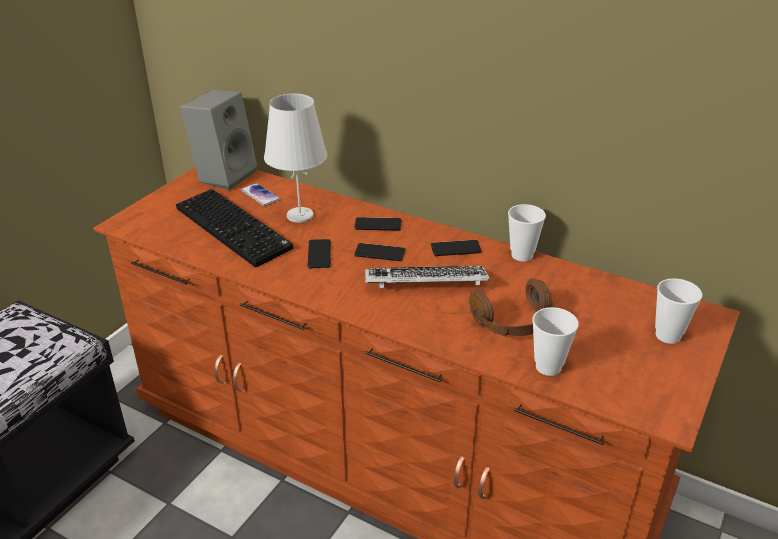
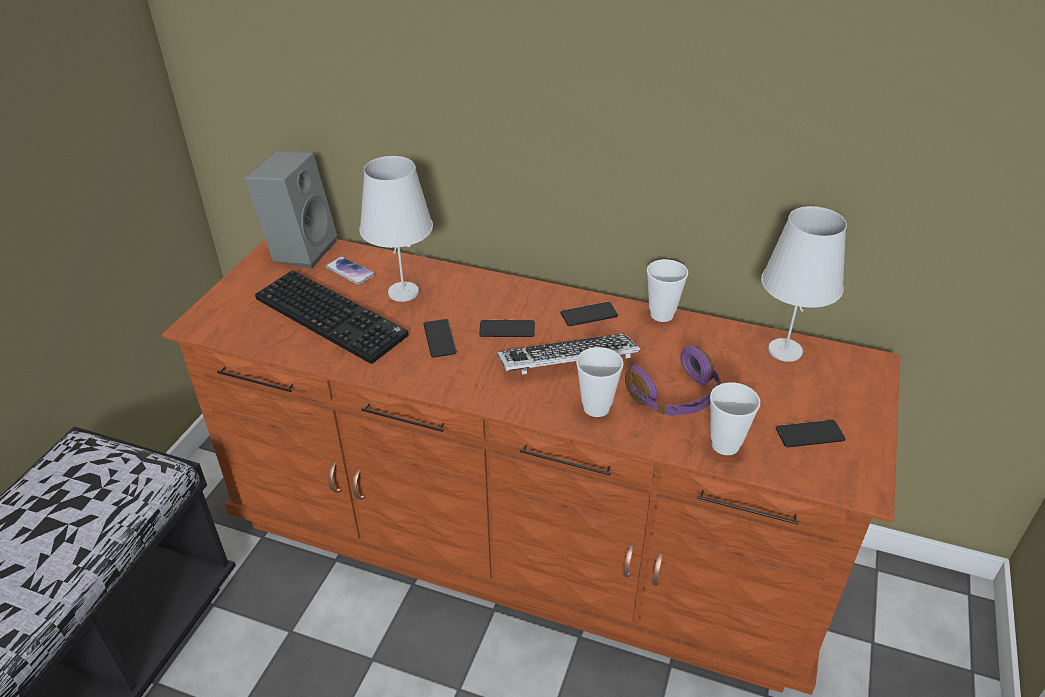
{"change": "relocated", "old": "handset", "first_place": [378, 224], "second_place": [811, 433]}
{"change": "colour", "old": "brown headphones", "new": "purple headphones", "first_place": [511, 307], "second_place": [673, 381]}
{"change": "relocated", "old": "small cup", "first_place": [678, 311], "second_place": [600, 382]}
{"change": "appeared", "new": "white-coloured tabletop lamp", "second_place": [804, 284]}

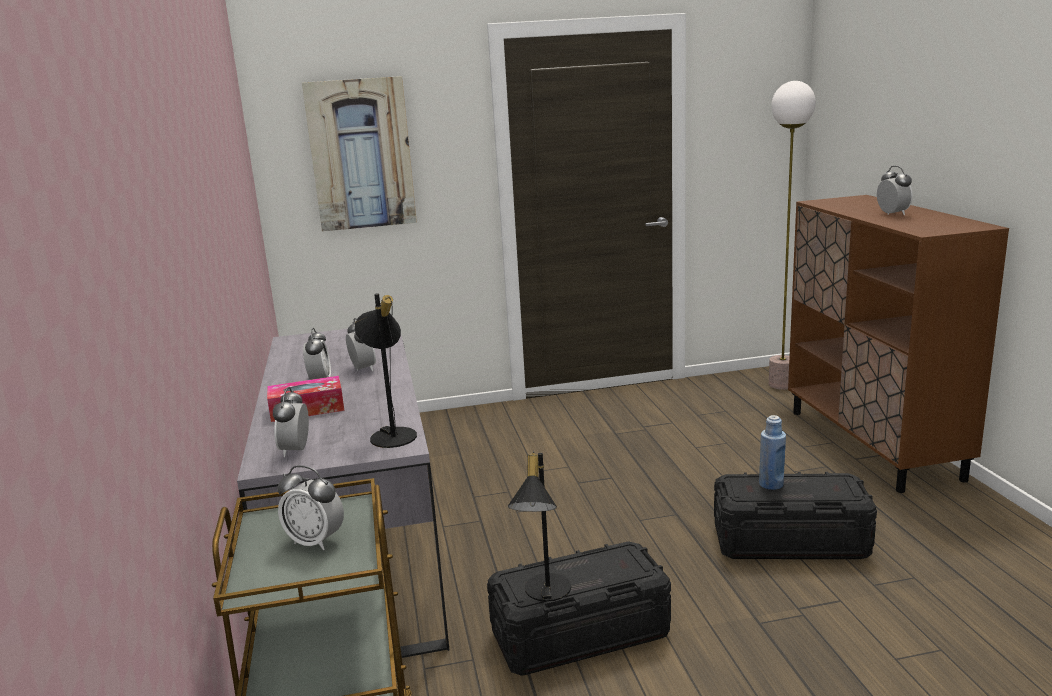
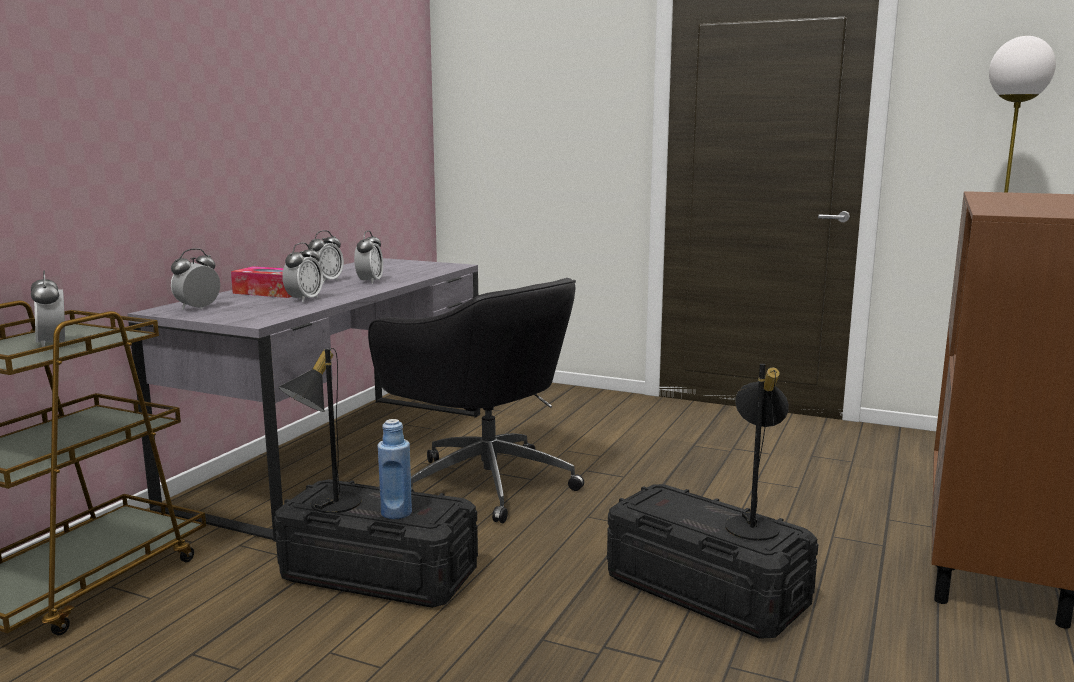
{"change": "missing", "old": "wall art", "first_place": [359, 154]}
{"change": "relocated", "old": "table clock", "first_place": [895, 190], "second_place": [302, 272]}
{"change": "relocated", "old": "black-coloured tabletop lamp", "first_place": [385, 370], "second_place": [757, 452]}
{"change": "relocated", "old": "blue-coloured drink bottle", "first_place": [772, 452], "second_place": [394, 469]}
{"change": "appeared", "new": "black-coloured office chair", "second_place": [476, 400]}

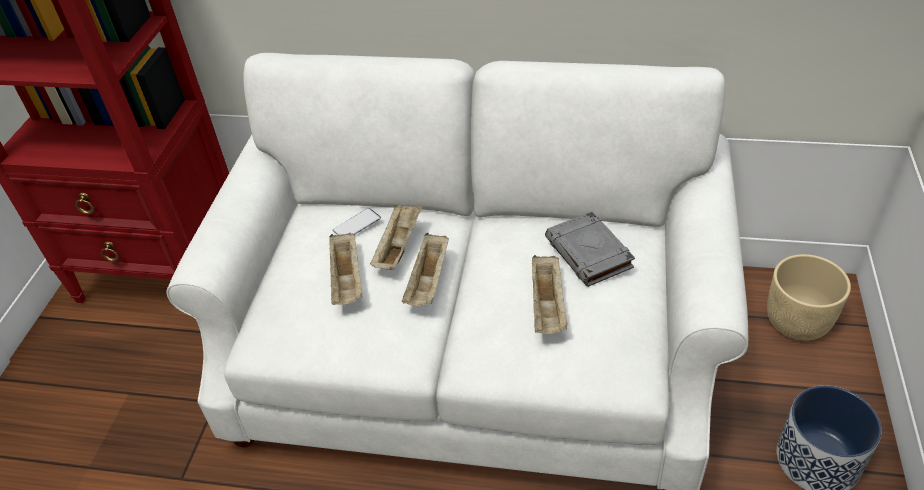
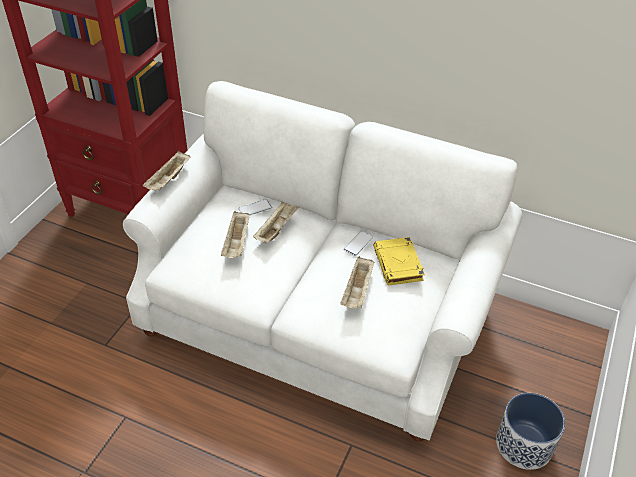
{"change": "colour", "old": "grey bound book", "new": "yellow bound book", "first_place": [590, 249], "second_place": [399, 261]}
{"change": "relocated", "old": "beige tray", "first_place": [425, 269], "second_place": [166, 171]}
{"change": "missing", "old": "beige planter", "first_place": [809, 297]}
{"change": "appeared", "new": "handset", "second_place": [358, 243]}

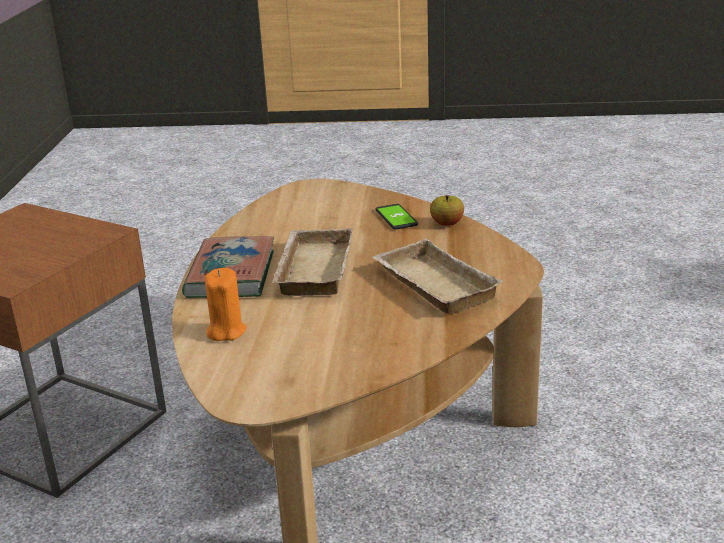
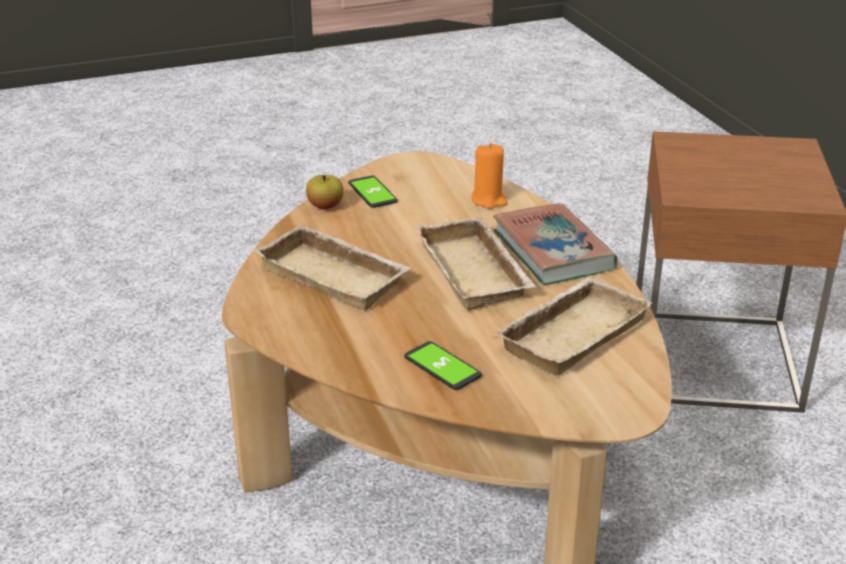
{"change": "relocated", "old": "whole apple", "first_place": [447, 210], "second_place": [325, 192]}
{"change": "appeared", "new": "handset", "second_place": [373, 192]}
{"change": "appeared", "new": "beige tray", "second_place": [573, 326]}

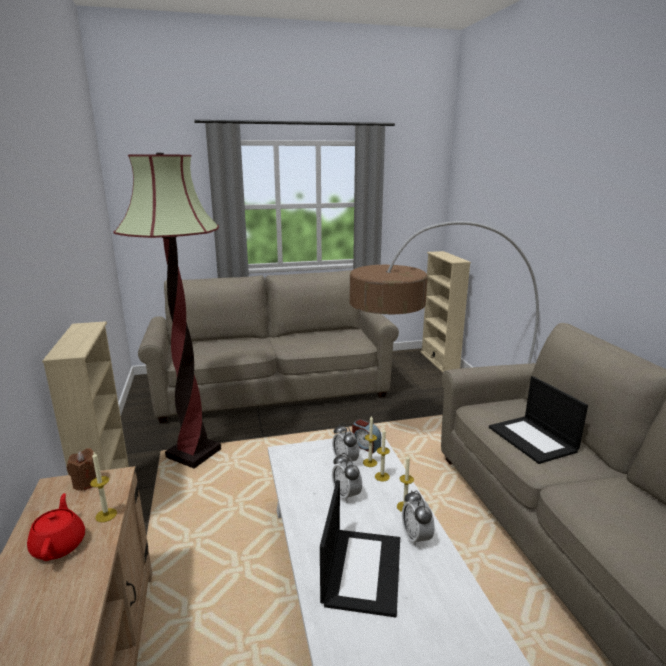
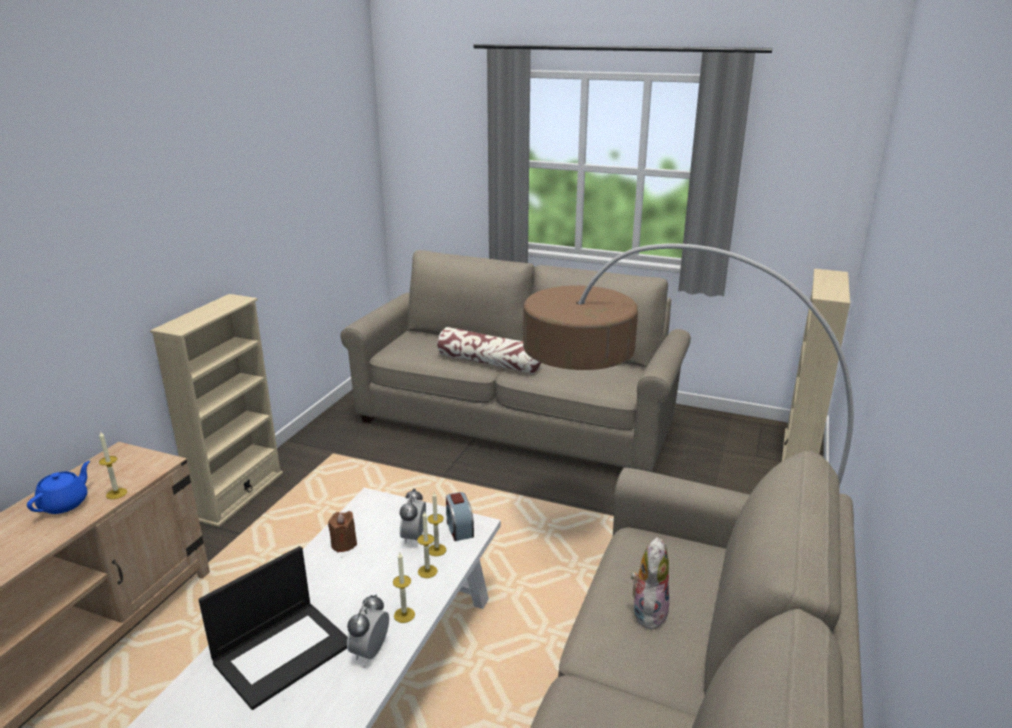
{"change": "missing", "old": "standard lamp", "first_place": [167, 310]}
{"change": "exchanged", "old": "notebook computer", "new": "soft toy", "first_place": [538, 420], "second_place": [650, 583]}
{"change": "relocated", "old": "brown candle", "first_place": [81, 469], "second_place": [342, 531]}
{"change": "missing", "old": "table clock", "first_place": [347, 478]}
{"change": "colour", "old": "reddish teapot", "new": "blue-coloured teapot", "first_place": [56, 527], "second_place": [58, 487]}
{"change": "appeared", "new": "cushion", "second_place": [489, 350]}

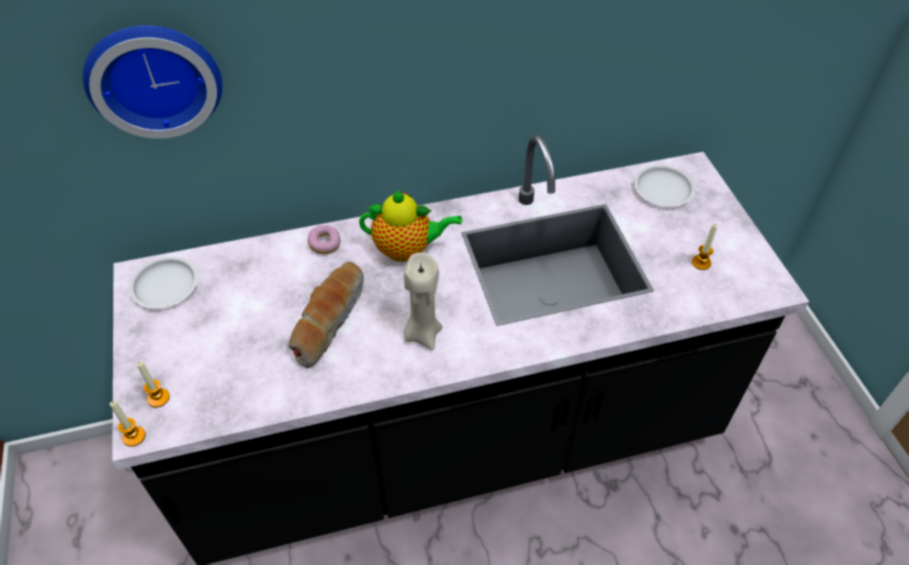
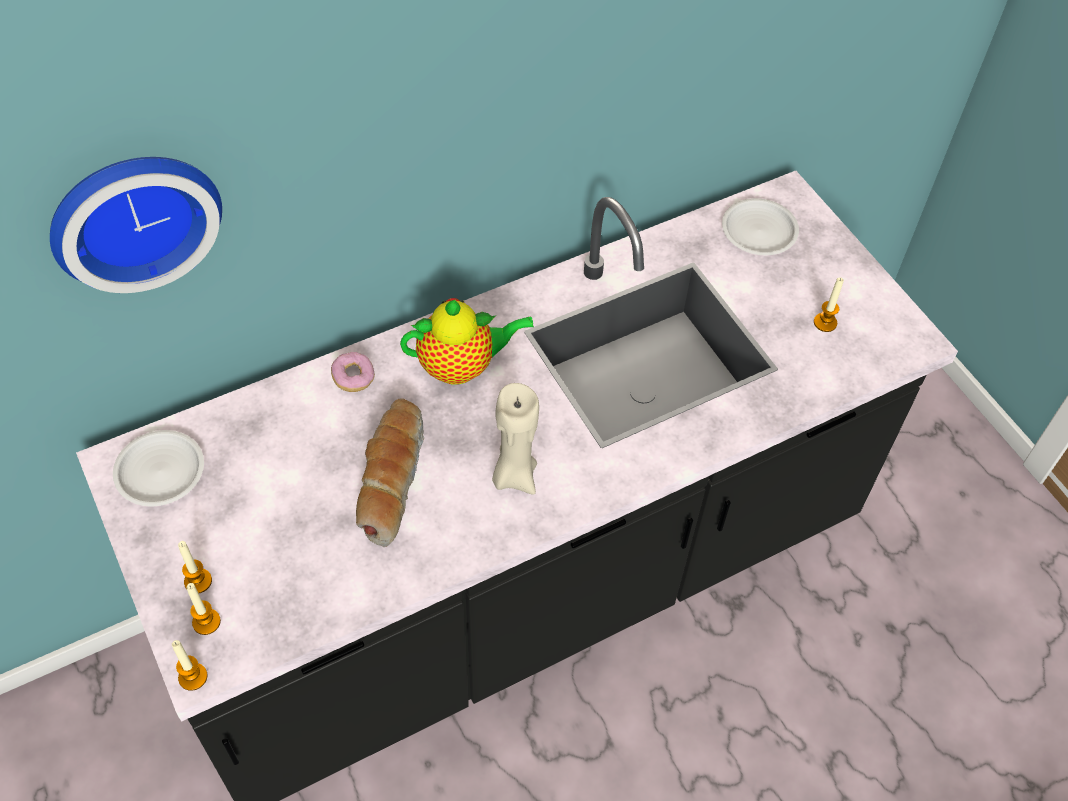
{"change": "appeared", "new": "candle", "second_place": [195, 567]}

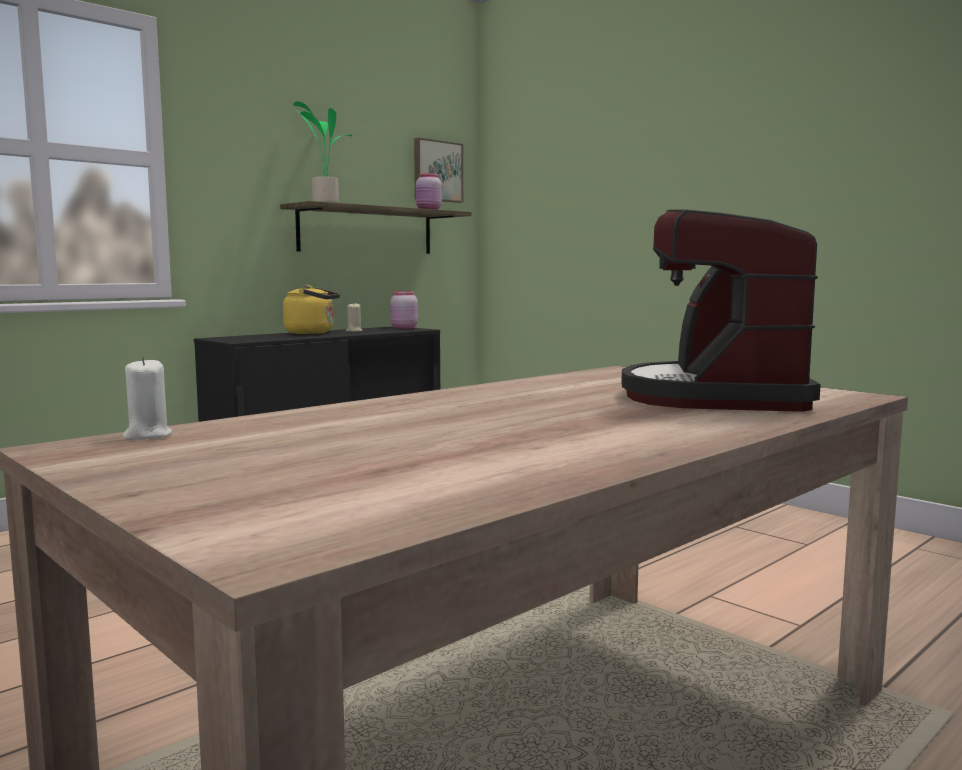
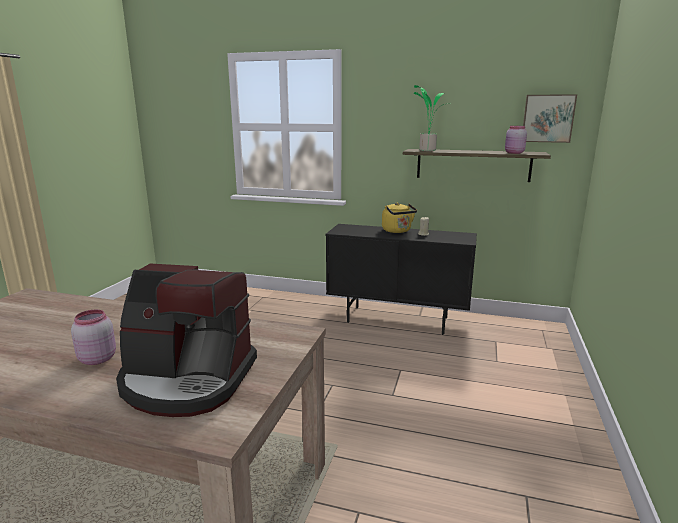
{"change": "spun", "old": "coffee maker", "first_place": [721, 310], "second_place": [186, 340], "degrees": -150}
{"change": "relocated", "old": "pink jar", "first_place": [404, 310], "second_place": [93, 337]}
{"change": "missing", "old": "white-coloured candle", "first_place": [147, 398]}

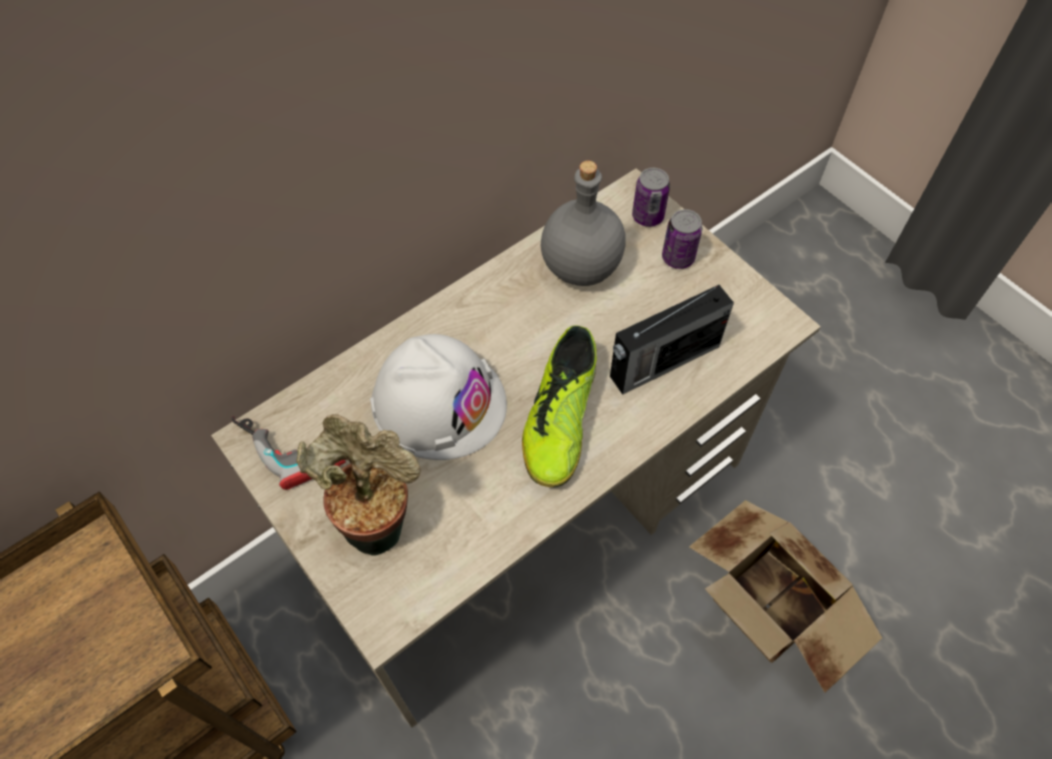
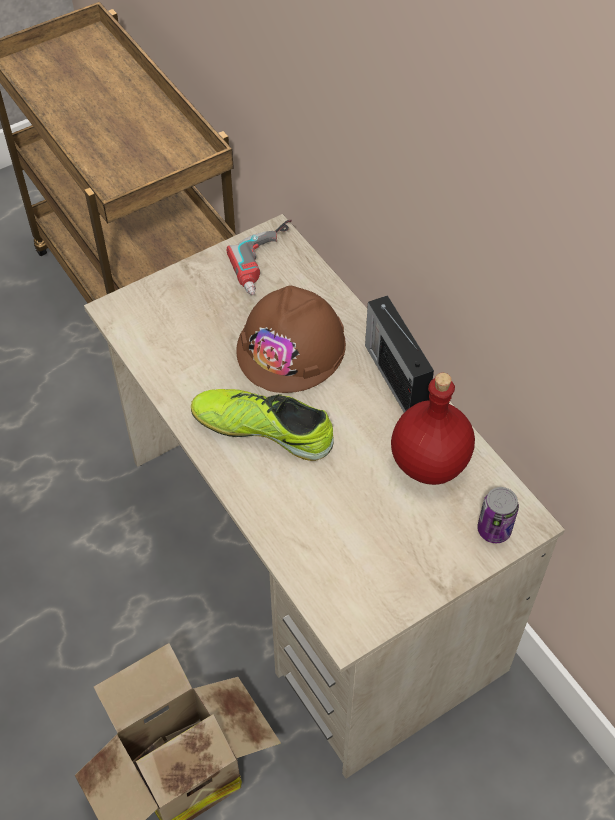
{"change": "colour", "old": "grey drink bottle", "new": "reddish drink bottle", "first_place": [583, 223], "second_place": [433, 429]}
{"change": "missing", "old": "metal can", "first_place": [682, 239]}
{"change": "relocated", "old": "radio set", "first_place": [672, 340], "second_place": [399, 353]}
{"change": "colour", "old": "white-coloured hard hat", "new": "brown hard hat", "first_place": [438, 397], "second_place": [291, 339]}
{"change": "missing", "old": "potted plant", "first_place": [358, 485]}

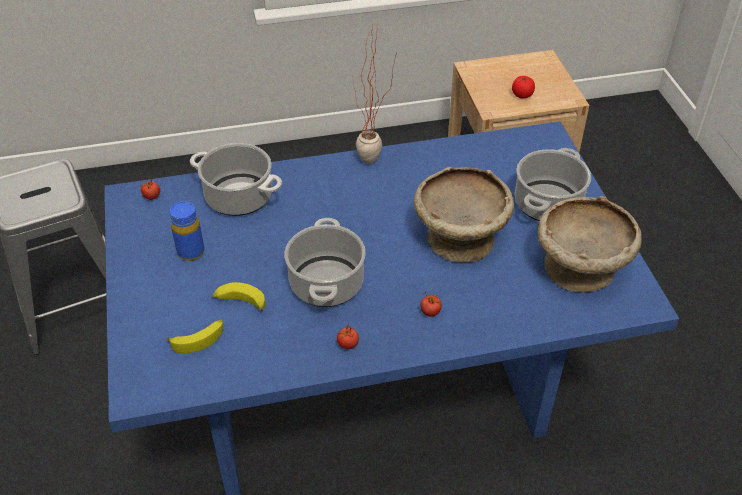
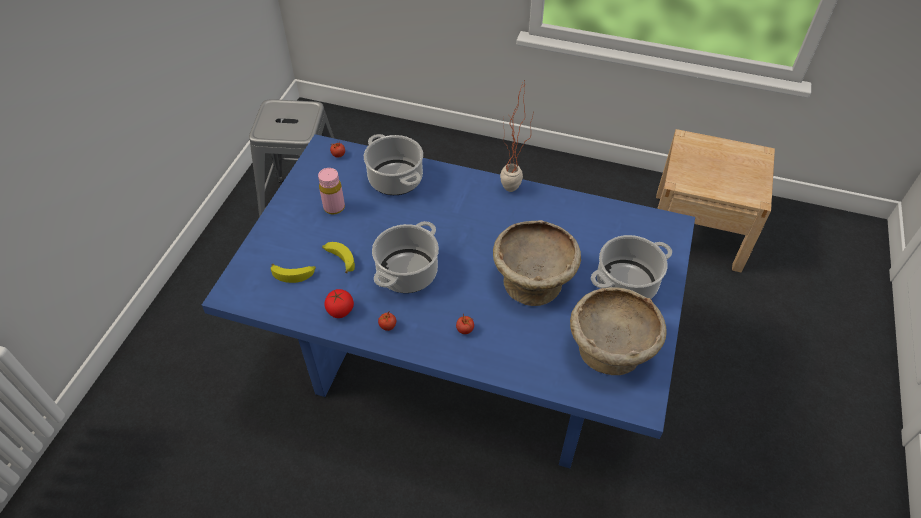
{"change": "relocated", "old": "tomato", "first_place": [523, 87], "second_place": [339, 303]}
{"change": "colour", "old": "blue-coloured drink bottle", "new": "pink drink bottle", "first_place": [187, 231], "second_place": [331, 191]}

